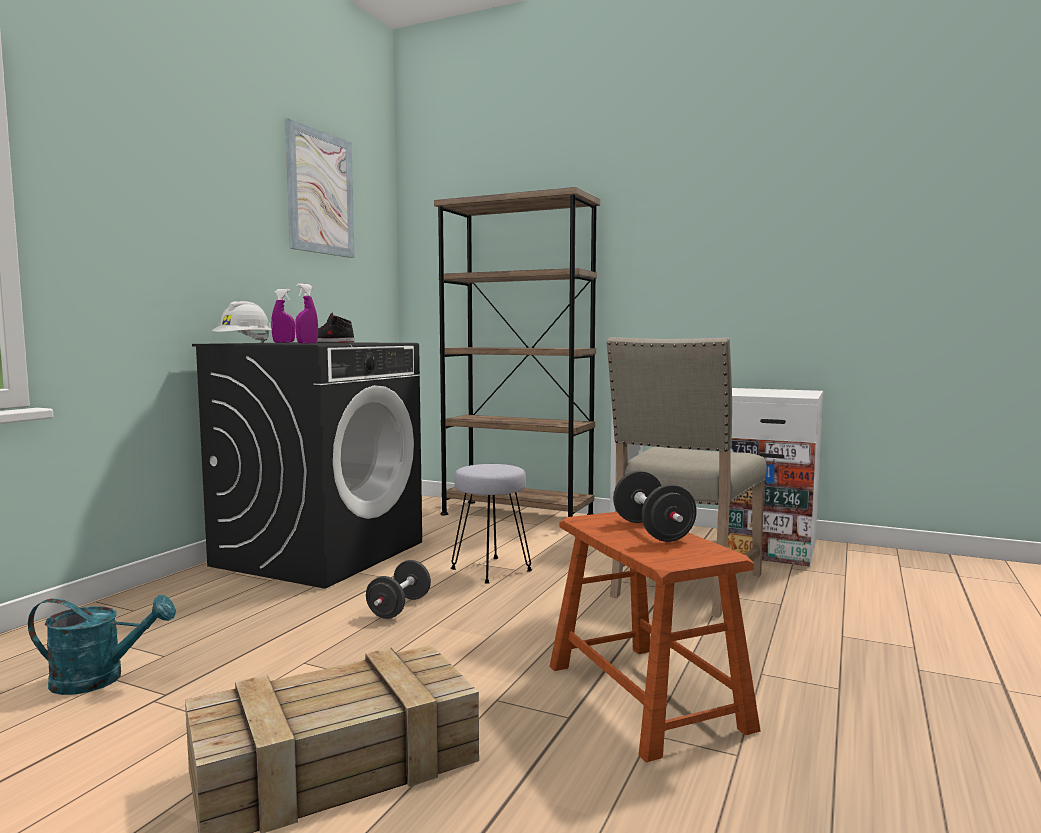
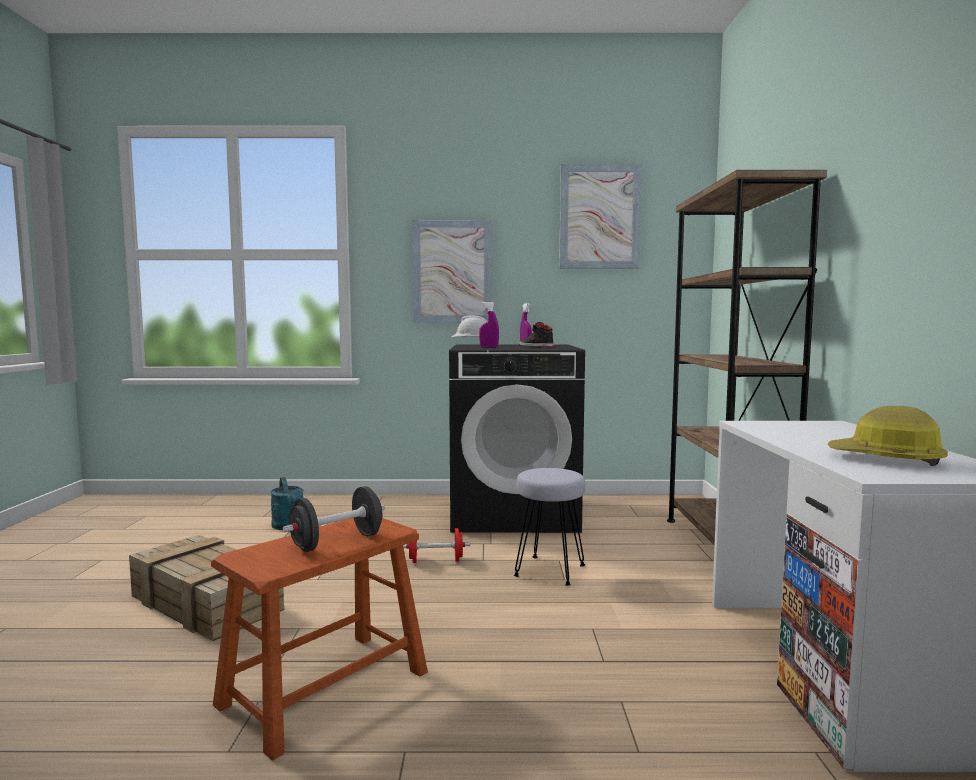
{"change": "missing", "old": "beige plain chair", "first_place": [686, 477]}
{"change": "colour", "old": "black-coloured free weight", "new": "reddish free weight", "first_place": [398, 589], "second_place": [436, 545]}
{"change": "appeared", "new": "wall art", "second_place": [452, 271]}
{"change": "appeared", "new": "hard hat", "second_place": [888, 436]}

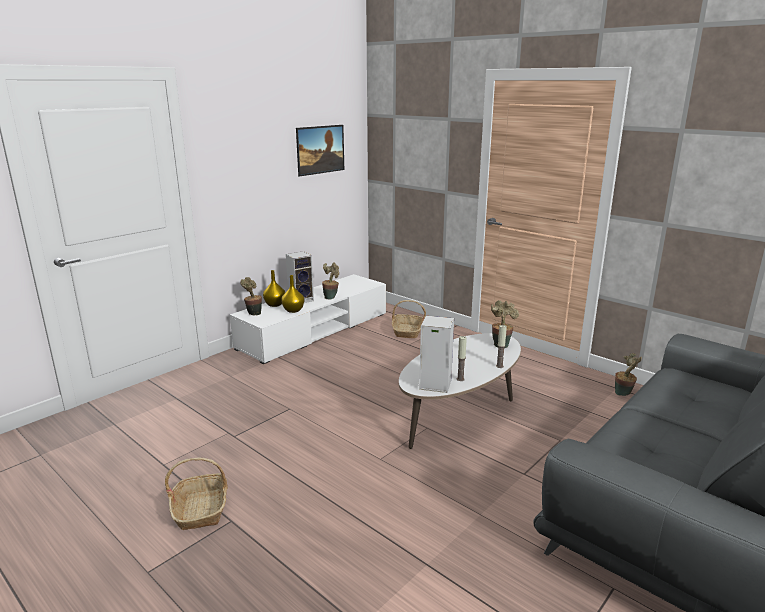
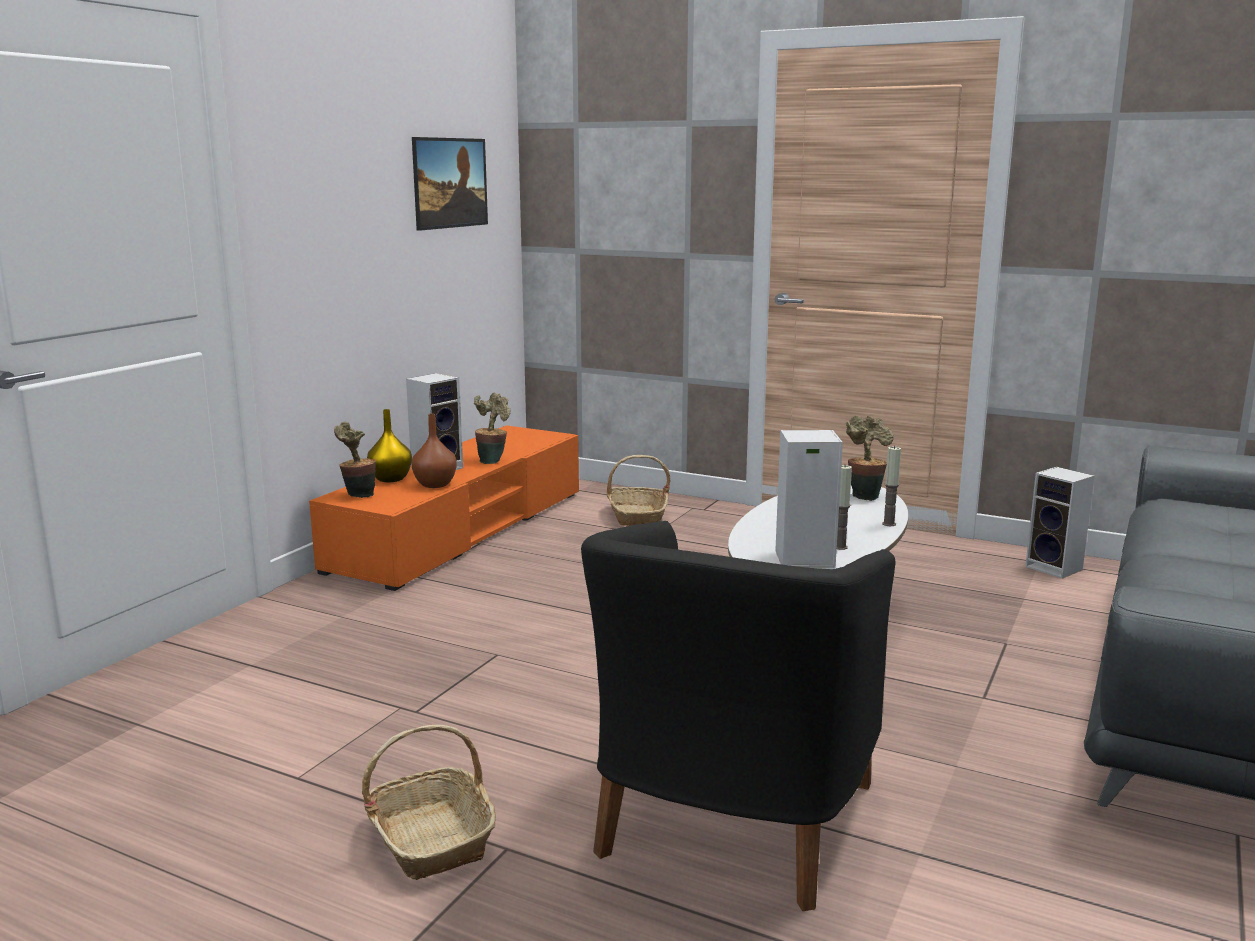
{"change": "colour", "old": "white-coloured tv stand", "new": "orange tv stand", "first_place": [308, 319], "second_place": [444, 508]}
{"change": "colour", "old": "yellow flower vase", "new": "brown flower vase", "first_place": [292, 294], "second_place": [434, 451]}
{"change": "exchanged", "old": "potted plant", "new": "loudspeaker", "first_place": [628, 374], "second_place": [1059, 523]}
{"change": "appeared", "new": "black-coloured lounge chair", "second_place": [738, 716]}

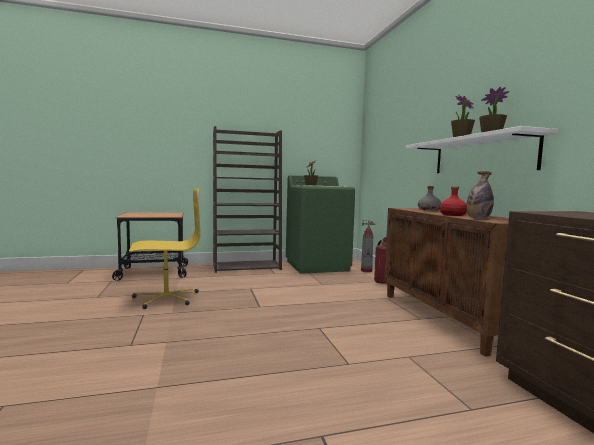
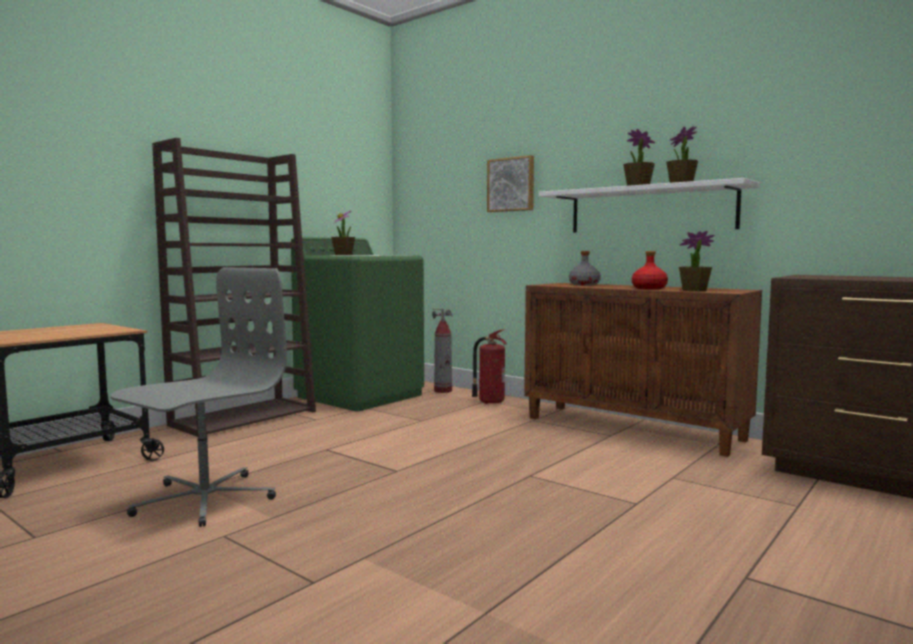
{"change": "exchanged", "old": "drink bottle", "new": "potted plant", "first_place": [480, 195], "second_place": [697, 261]}
{"change": "colour", "old": "yellow office chair", "new": "grey office chair", "first_place": [164, 248], "second_place": [199, 397]}
{"change": "appeared", "new": "wall art", "second_place": [510, 183]}

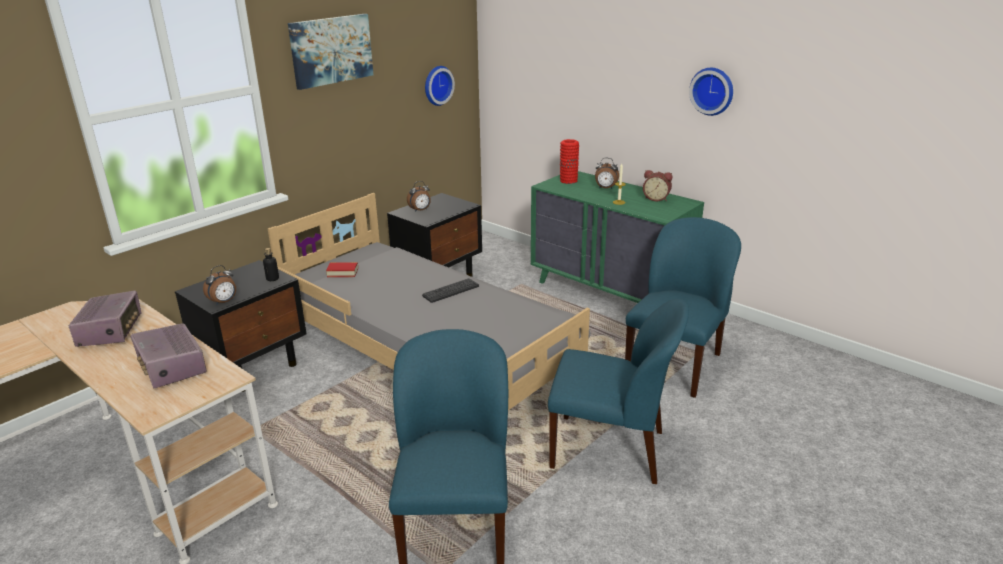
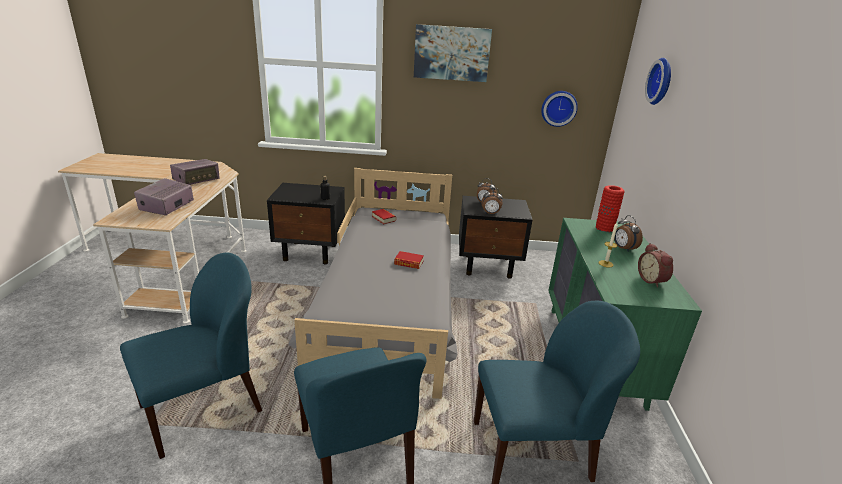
{"change": "relocated", "old": "clock on the wall", "first_place": [711, 92], "second_place": [658, 81]}
{"change": "relocated", "old": "table clock", "first_place": [219, 285], "second_place": [492, 201]}
{"change": "exchanged", "old": "keyboard", "new": "bound book", "first_place": [450, 290], "second_place": [409, 260]}

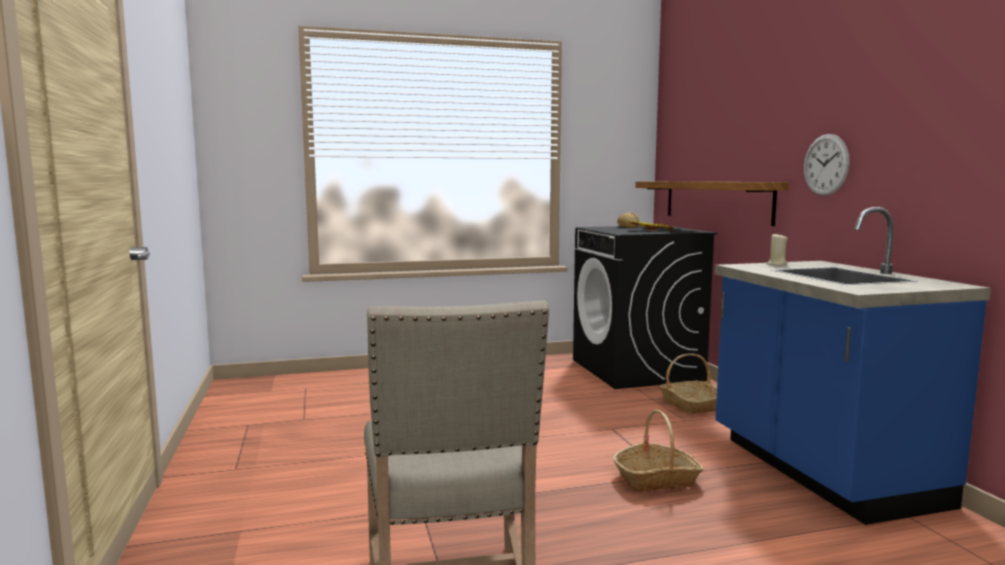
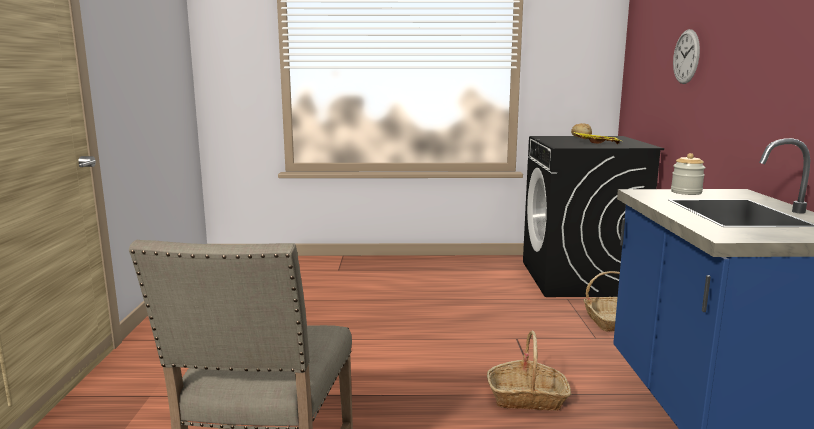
{"change": "relocated", "old": "clock on the wall", "first_place": [826, 165], "second_place": [686, 56]}
{"change": "missing", "old": "shelf", "first_place": [712, 204]}
{"change": "exchanged", "old": "beige candle", "new": "jar", "first_place": [777, 249], "second_place": [688, 174]}

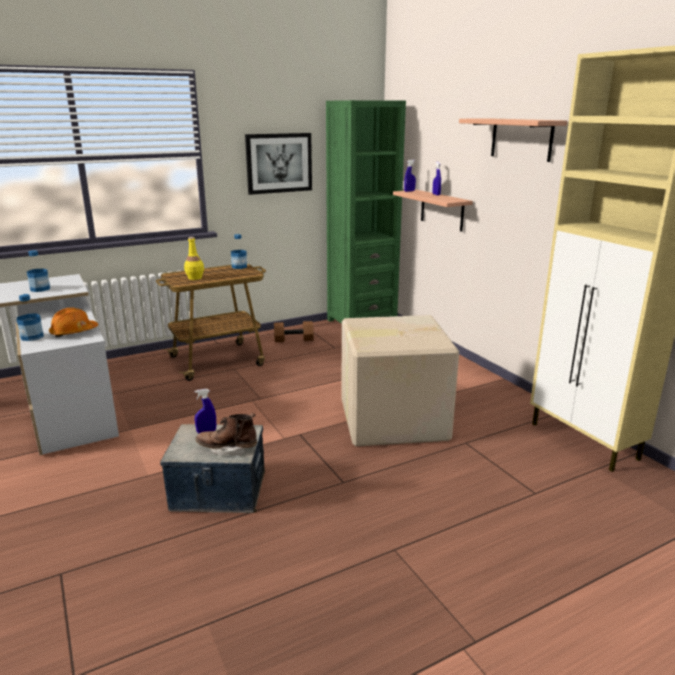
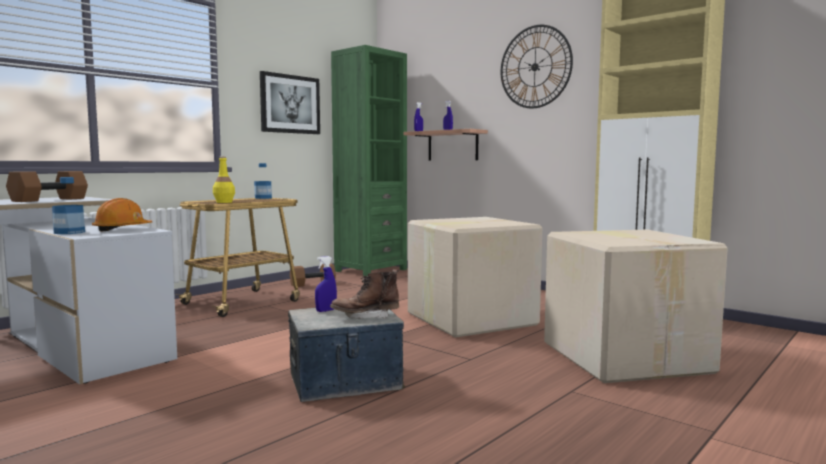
{"change": "exchanged", "old": "shelf", "new": "clock on the wall", "first_place": [513, 140], "second_place": [537, 66]}
{"change": "exchanged", "old": "drink bottle", "new": "brown free weight", "first_place": [38, 271], "second_place": [47, 186]}
{"change": "appeared", "new": "cardboard box", "second_place": [636, 306]}

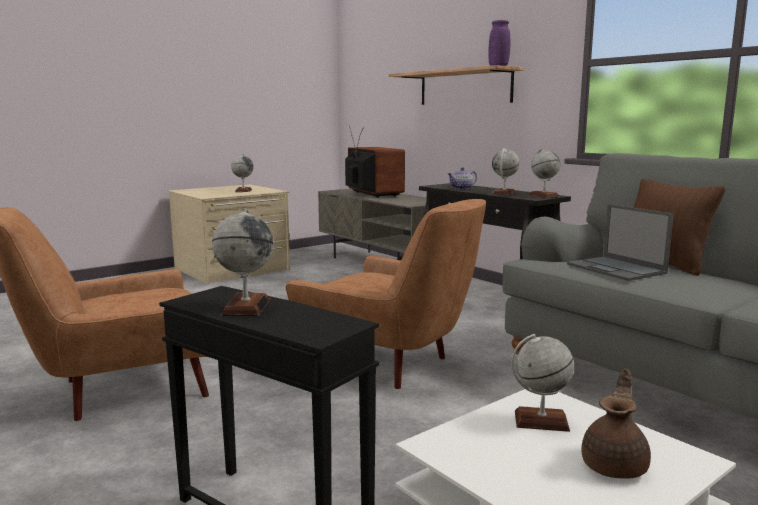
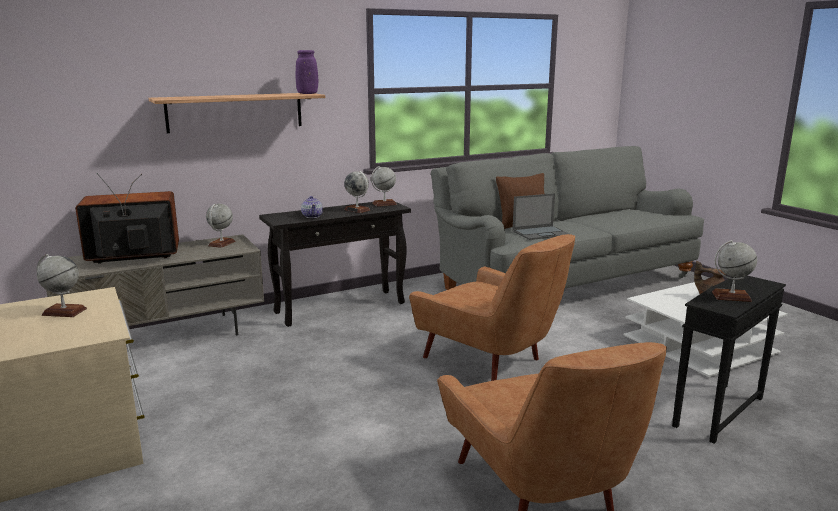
{"change": "spun", "old": "brown lounge chair", "first_place": [386, 294], "second_place": [492, 307], "degrees": 90}
{"change": "relocated", "old": "globe", "first_place": [542, 383], "second_place": [220, 226]}

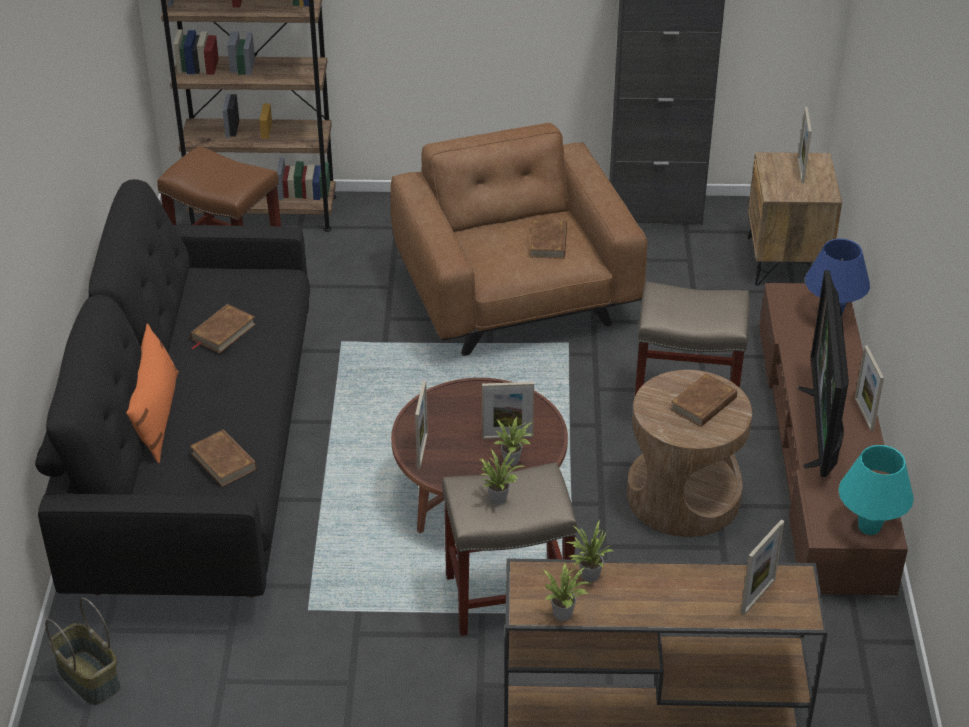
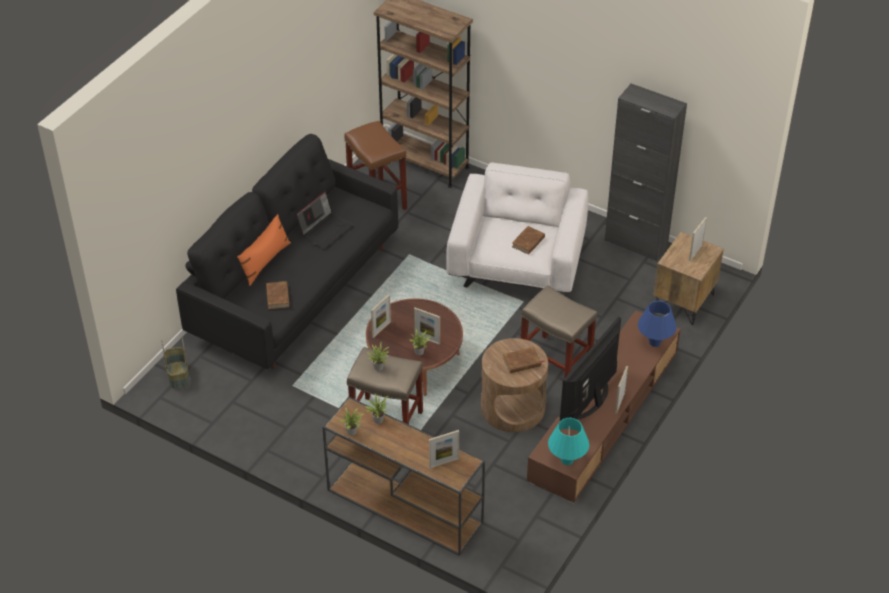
{"change": "colour", "old": "brown lounge chair", "new": "white-coloured lounge chair", "first_place": [518, 239], "second_place": [518, 228]}
{"change": "exchanged", "old": "brown bound book", "new": "notebook computer", "first_place": [223, 328], "second_place": [324, 220]}

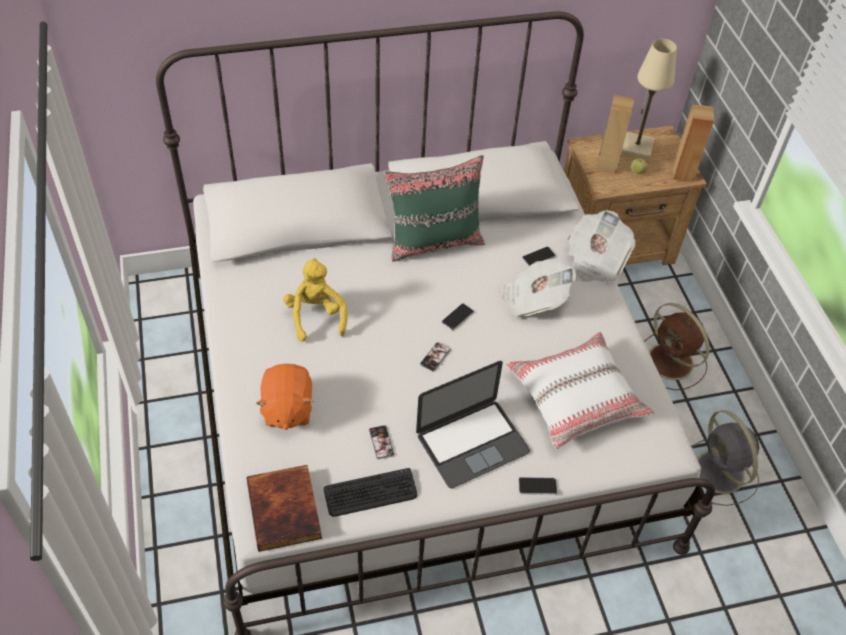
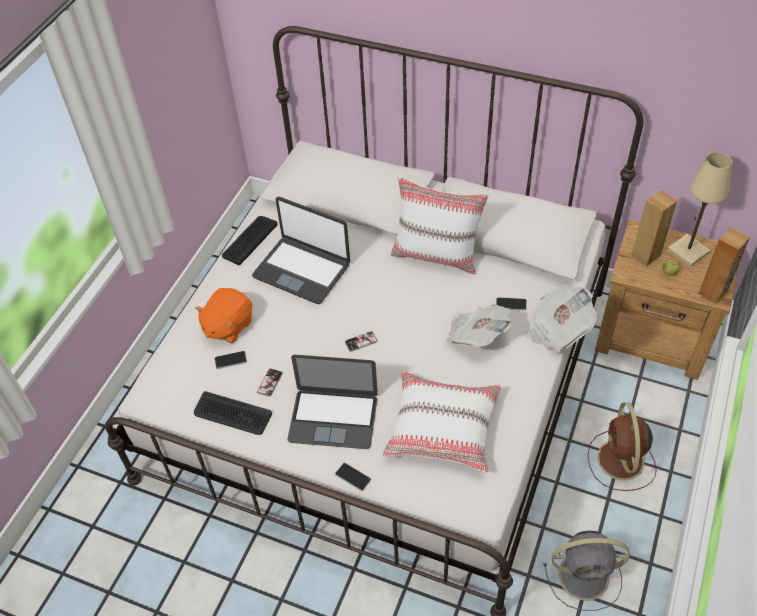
{"change": "colour", "old": "green-coloured cushion", "new": "white-coloured cushion", "first_place": [434, 208], "second_place": [440, 225]}
{"change": "exchanged", "old": "yellow soft toy", "new": "notebook computer", "first_place": [315, 300], "second_place": [301, 250]}
{"change": "relocated", "old": "handset", "first_place": [458, 317], "second_place": [231, 360]}
{"change": "spun", "old": "grey cooling fan", "first_place": [725, 458], "second_place": [587, 571], "degrees": -105}
{"change": "missing", "old": "bound book", "first_place": [284, 508]}
{"change": "appeared", "new": "keyboard", "second_place": [250, 240]}

